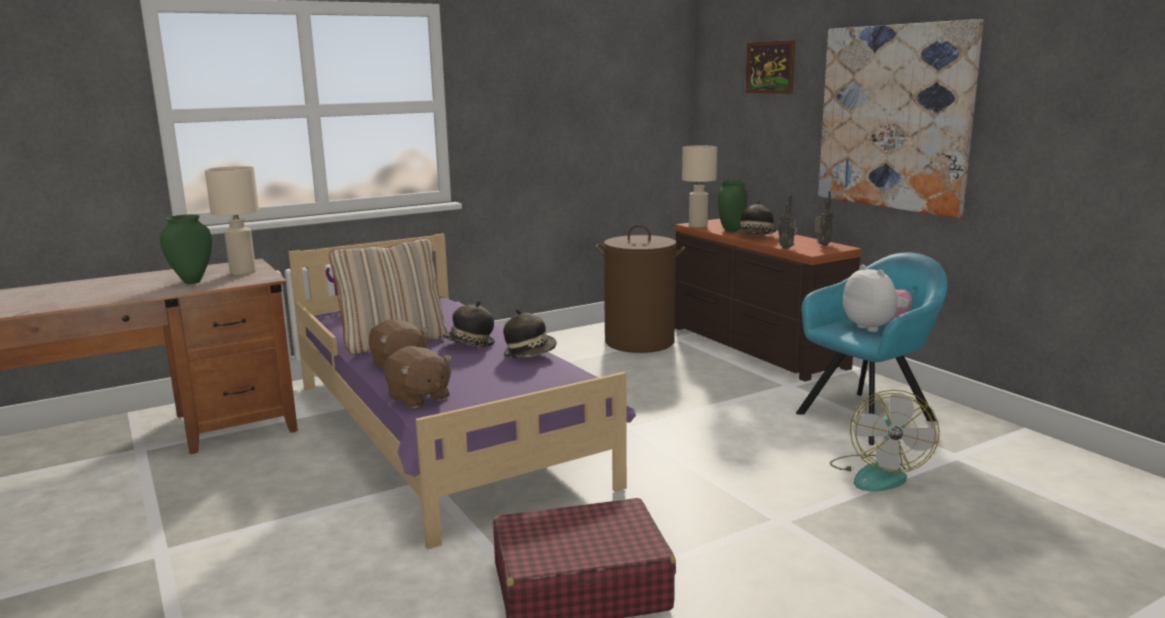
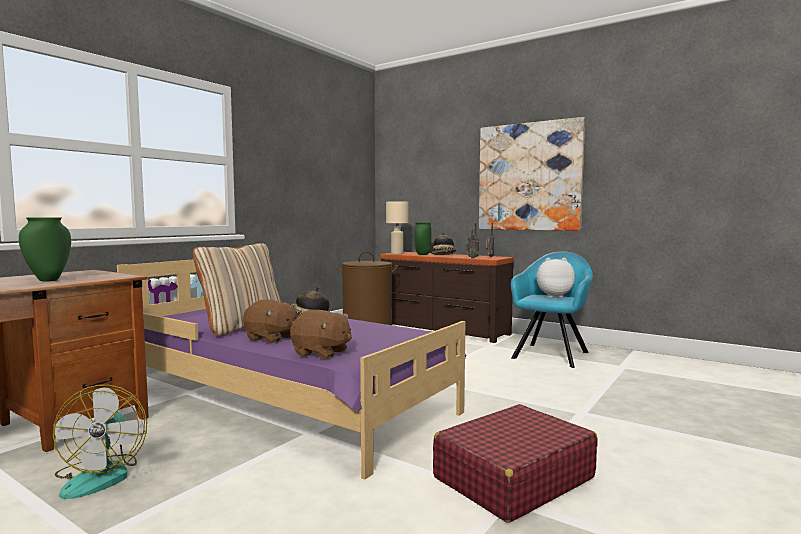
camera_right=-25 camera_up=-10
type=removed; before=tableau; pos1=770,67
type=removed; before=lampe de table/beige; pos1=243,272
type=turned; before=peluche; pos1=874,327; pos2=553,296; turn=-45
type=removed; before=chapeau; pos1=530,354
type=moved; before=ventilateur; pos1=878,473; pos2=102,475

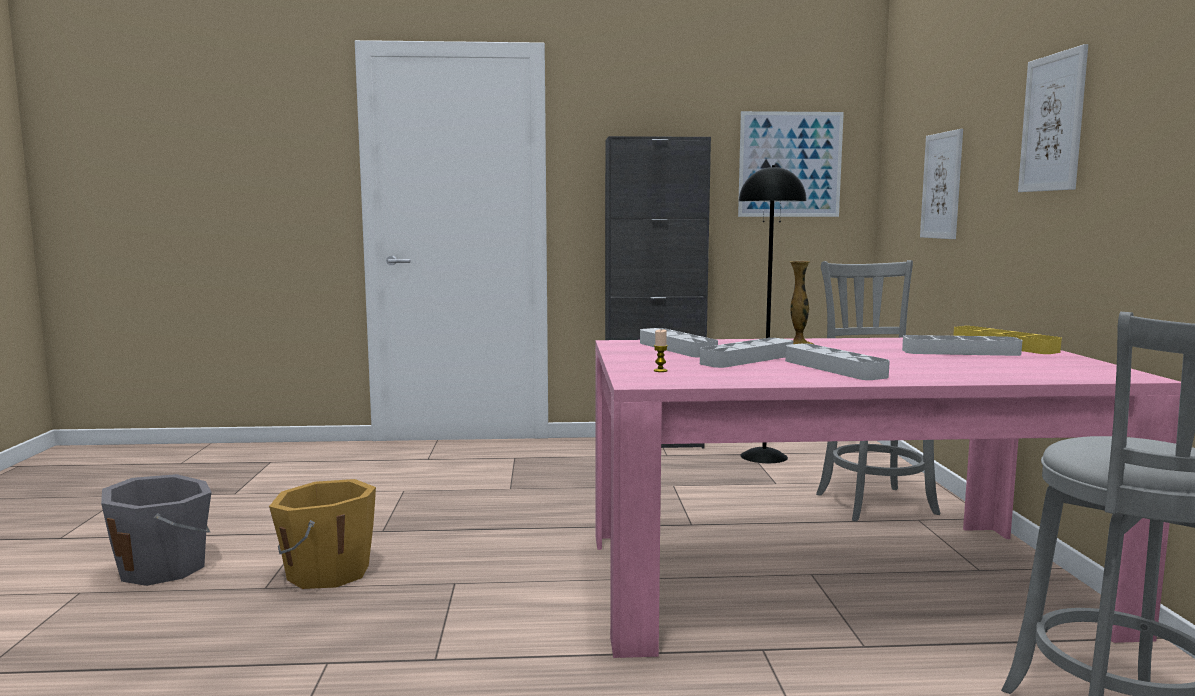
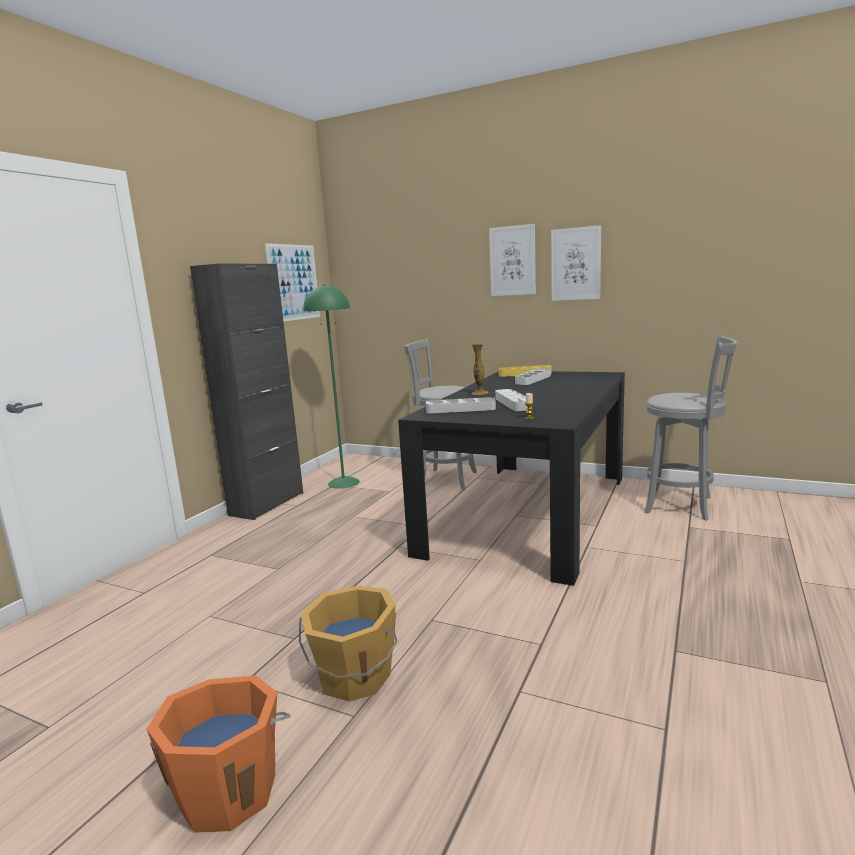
camera_right=-60 camera_up=5
type=moved; before=tableau; pos1=942,185; pos2=575,264
type=recoloured; before=lampadaire/noir; after=lampadaire/vert; pos1=764,456; pos2=344,482
type=recoloured; before=table à manger/rose; after=table à manger/noir; pos1=836,582; pos2=529,513
type=removed; before=plateau/gris; pos1=834,368
type=recoloured; before=seau/gris; after=seau/orange; pos1=165,568; pos2=229,790

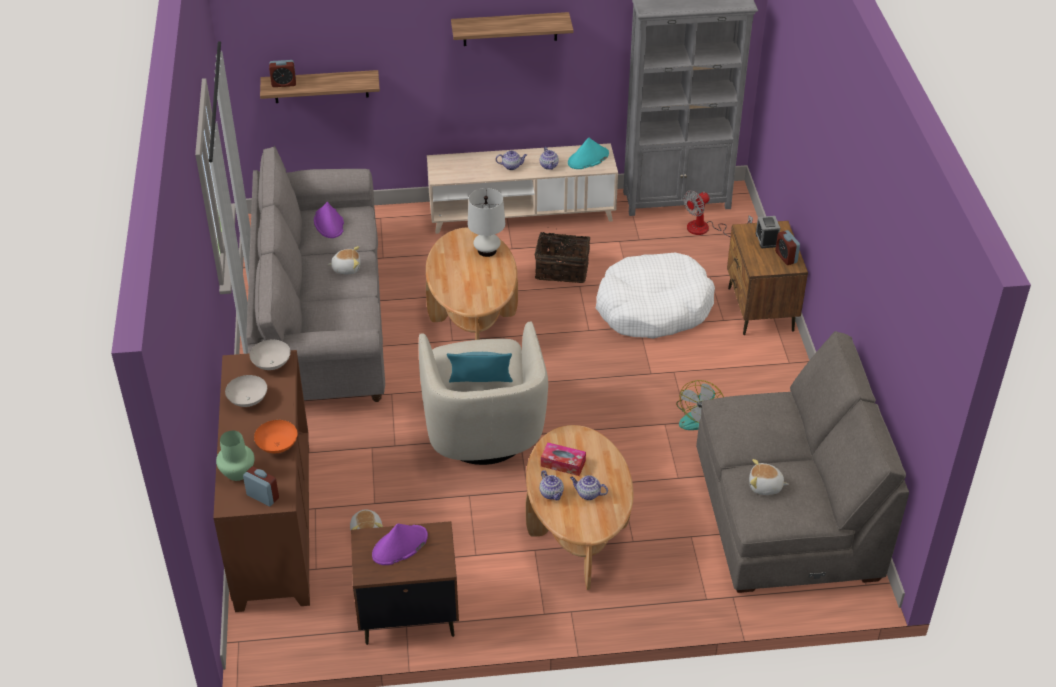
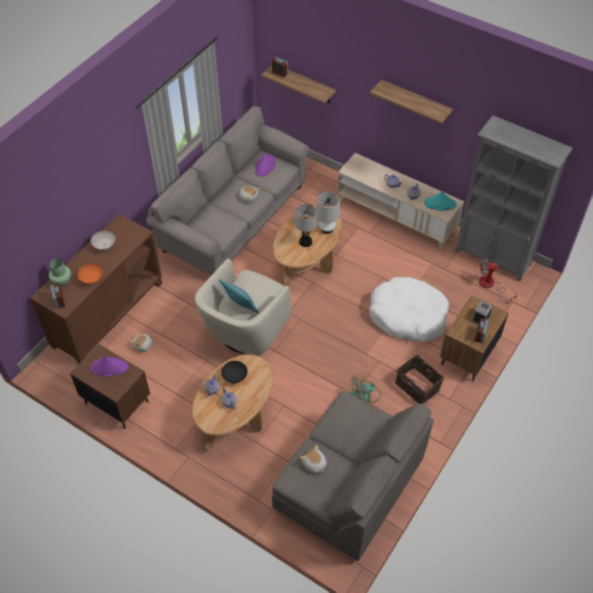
camera_right=40 camera_up=10
type=moved; before=panier; pos1=562,269; pos2=418,385
type=removed; before=bol/blanc; pos1=271,364
type=replaced; before=boîte à mouchoirs; after=bol/noir; pos1=563,463; pos2=235,377
type=added; after=lampe de table; pos2=305,242

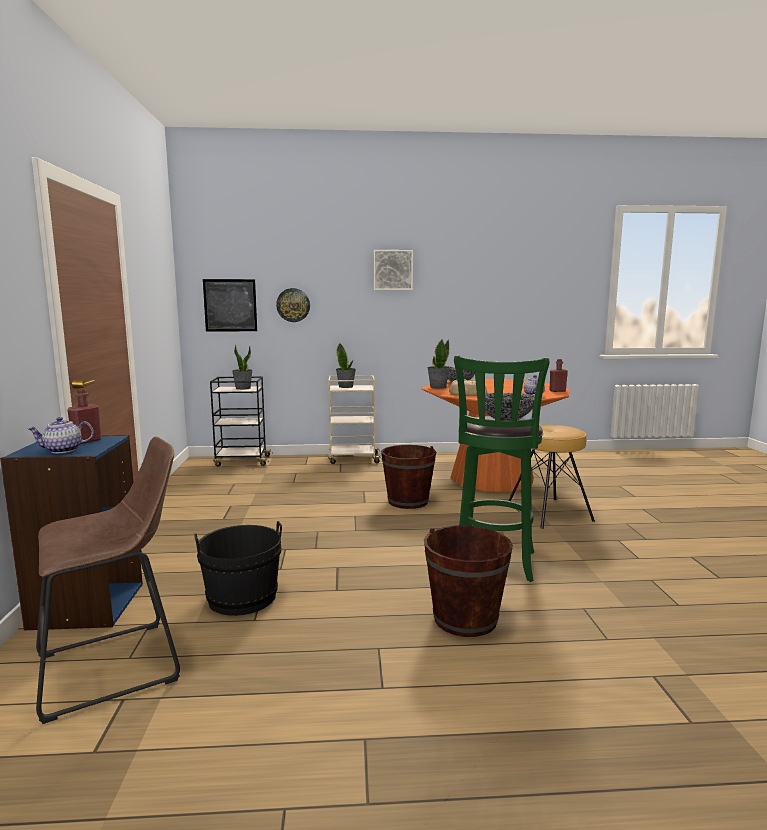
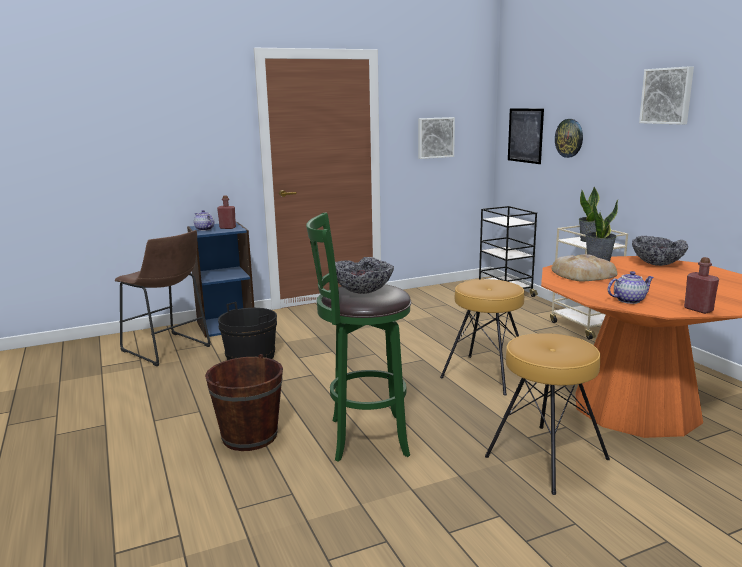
camera_right=70 camera_up=5
type=removed; before=plante en pot; pos1=243,388
type=replaced; before=seau/marron; after=tabouret/marron; pos1=408,501; pos2=486,374
type=added; after=tableau; pos2=435,137

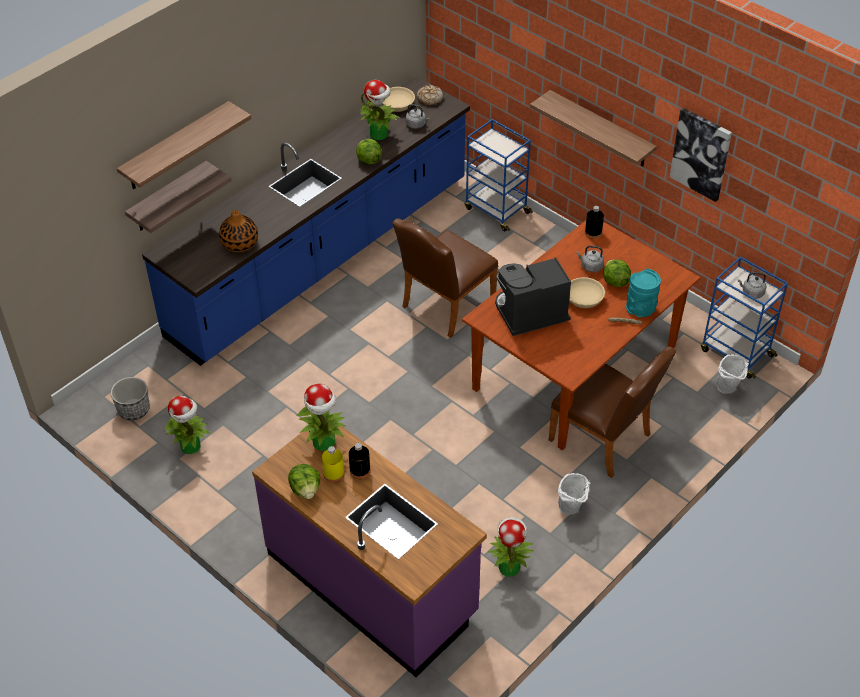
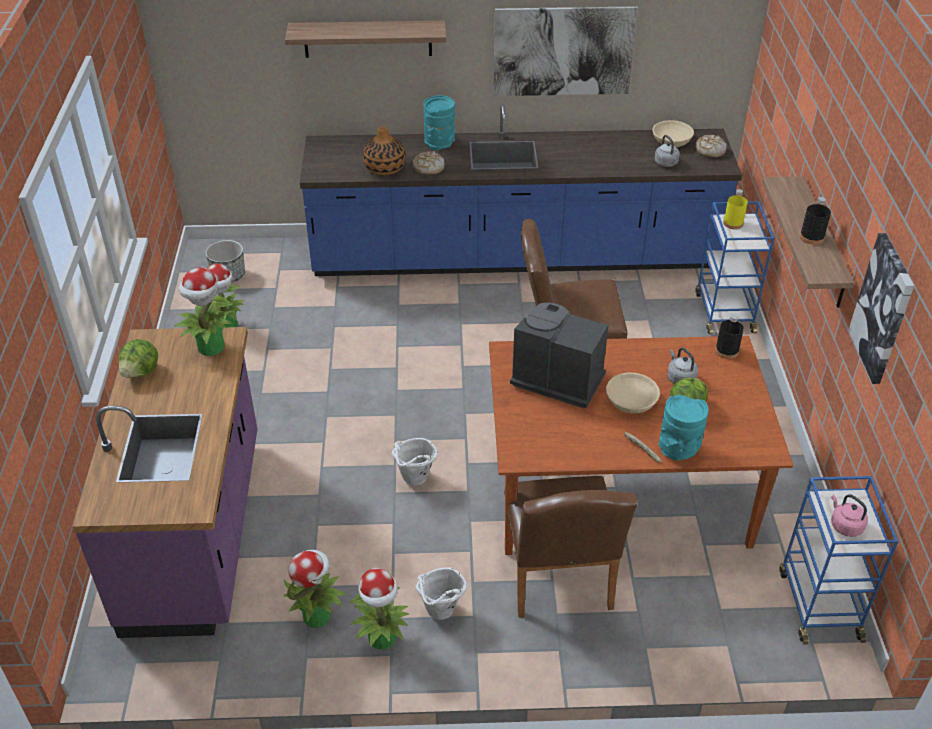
camera_right=45 camera_up=-5
type=moved; before=plante en pot; pos1=379,134; pos2=383,638
type=removed; before=laitue; pos1=368,160
type=removed; before=étagère; pos1=168,198
type=recoloured; before=bouilloire/gris; after=bouilloire/rose; pos1=751,293; pos2=845,525
type=moved; before=seau/blanc; pos1=728,389; pos2=414,481
type=moved; before=bouteille/noir; pos1=360,470; pos2=811,237
type=moved; before=bouteille/jaune; pos1=333,474; pos2=733,223
type=added; after=tableau; pos2=563,51
type=added; after=vase/turquoise; pos2=440,142
type=added; after=pain; pos2=428,168

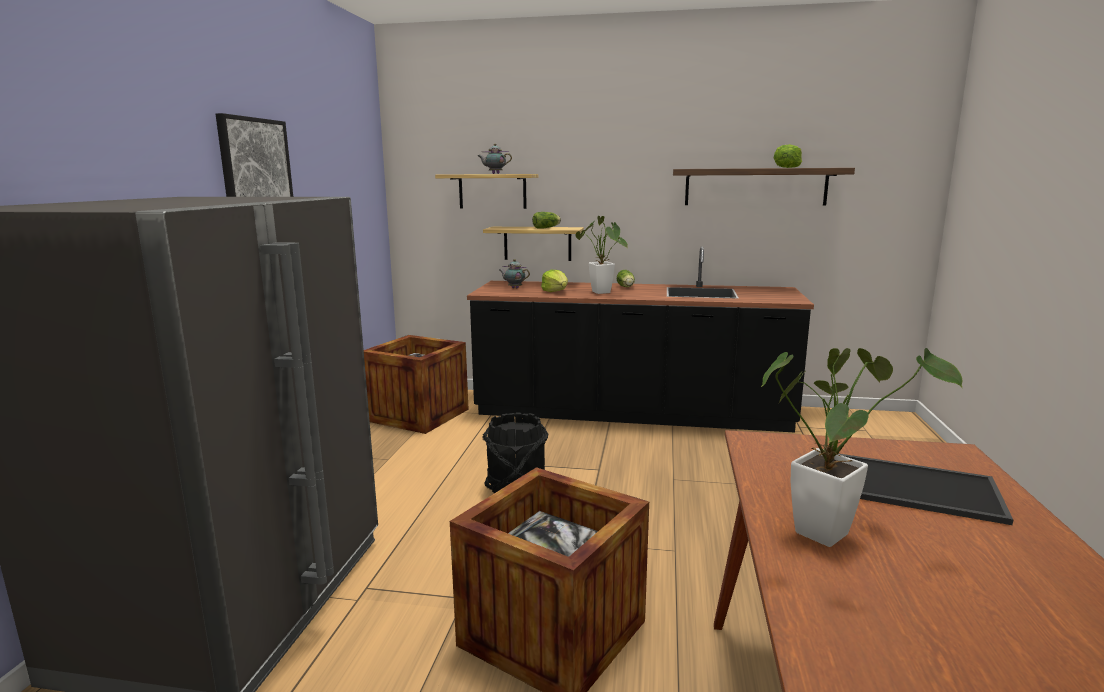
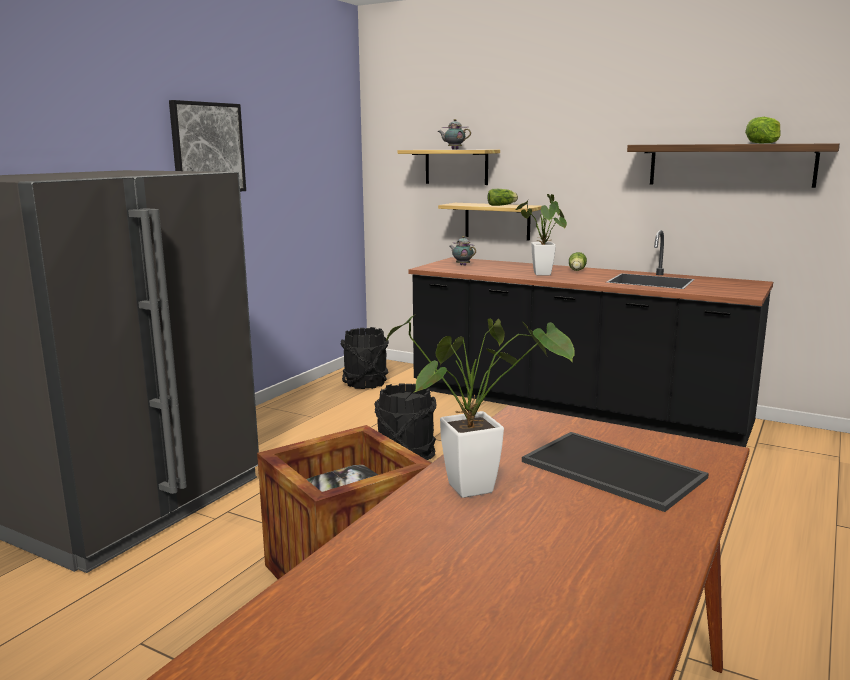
camera_right=20 camera_up=0
type=removed; before=laitue; pos1=555,291
type=replaced; before=caisse; after=seau/noir; pos1=418,415; pos2=365,383

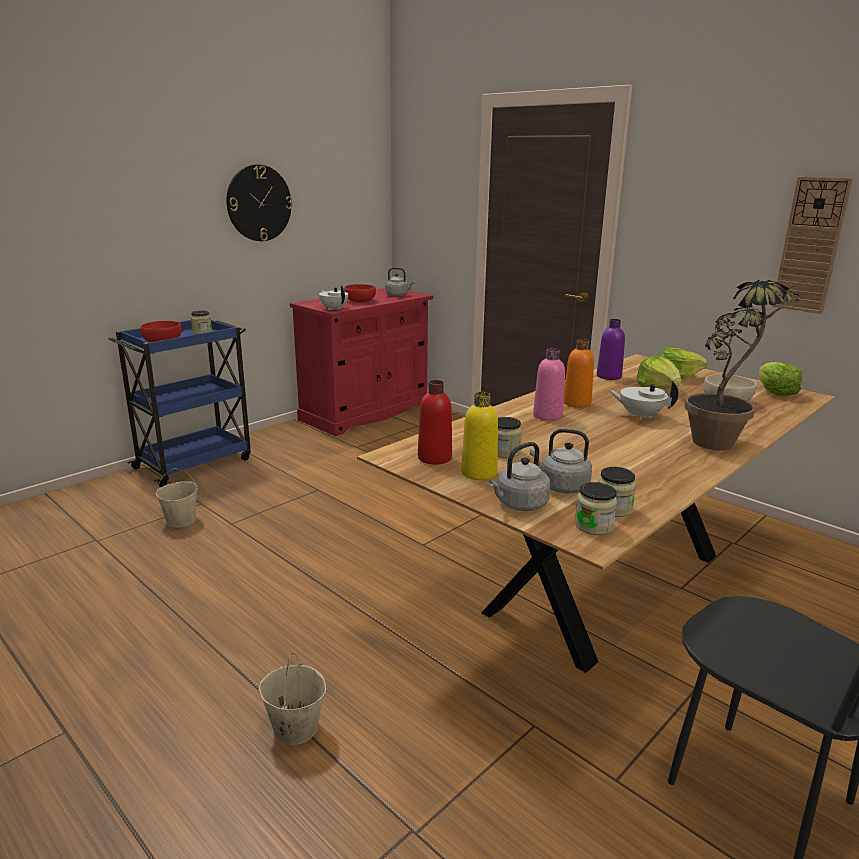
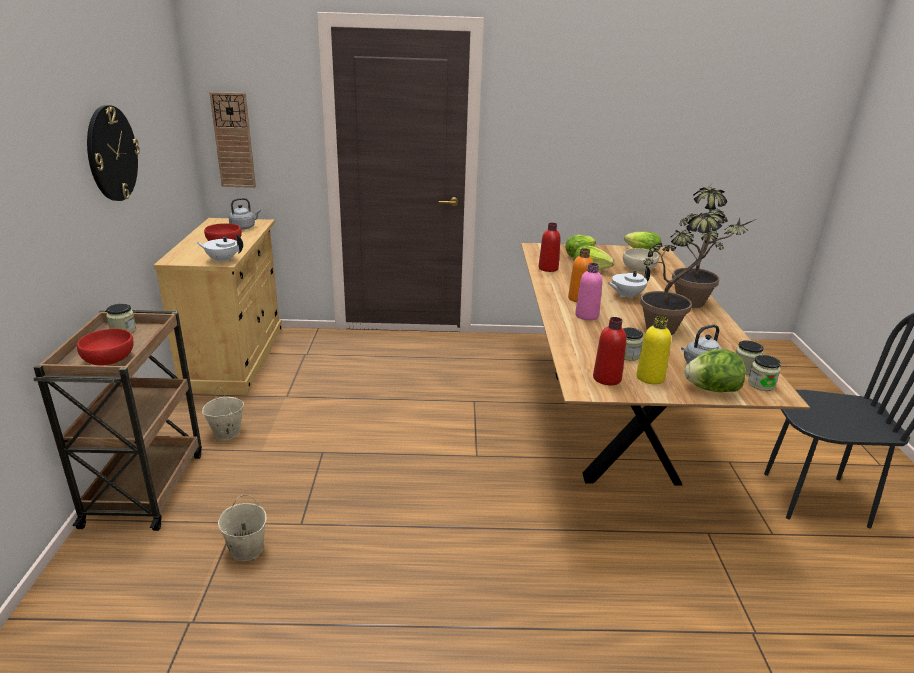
camera_right=-45 camera_up=5
type=moved; before=horloge murale; pos1=811,245; pos2=233,140
type=recoloured; before=meuble de rangement/rouge; after=meuble de rangement/beige; pos1=366,412; pos2=235,358
type=recoloured; before=chariot/bleu; after=chariot/marron; pos1=195,463; pos2=146,487
type=recoloured; before=bouteille/violet; after=bouteille/rouge; pos1=609,376; pos2=548,268
type=replaced; before=bouilloire/gris; after=laitue; pos1=519,505; pos2=711,389
type=moved; before=seau/beige; pos1=295,728; pos2=226,433
type=added; after=plante en pot; pos2=672,330

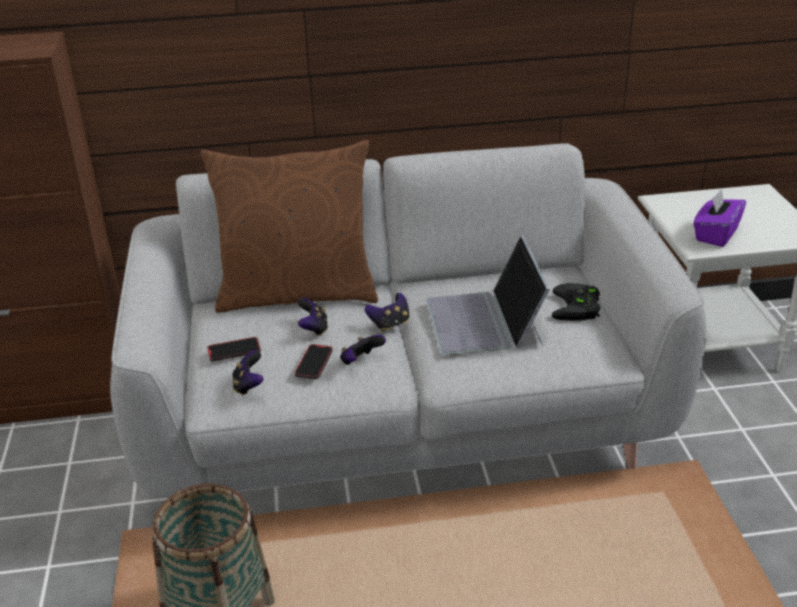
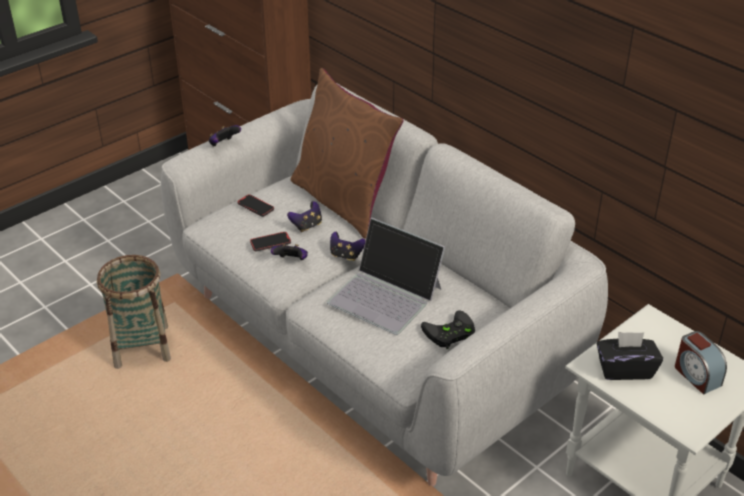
camera_right=55 camera_up=5
type=recoloured; before=boîte à mouchoirs/violet; after=boîte à mouchoirs/noir; pos1=715,234; pos2=625,369
type=turned; before=ordinateur portable; pos1=485,321; pos2=386,295; turn=-105
type=moved; before=manette; pos1=249,386; pos2=224,144
type=added; after=réveil; pos2=696,375

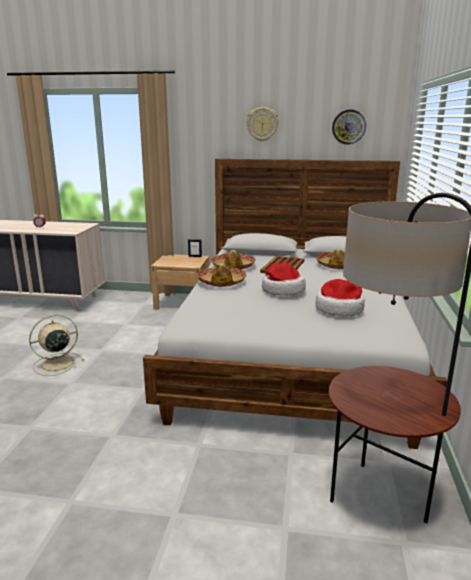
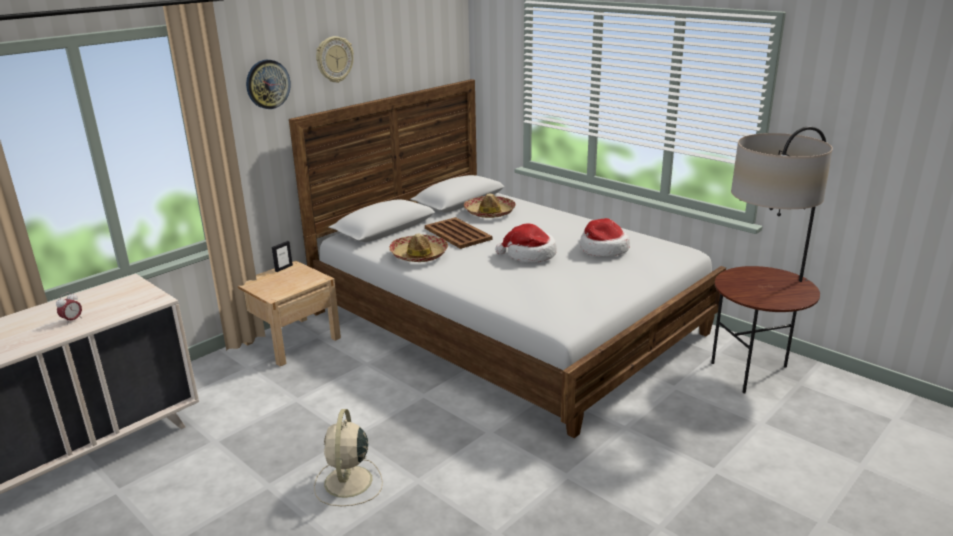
camera_right=-55 camera_up=5
type=moved; before=horloge murale; pos1=348,127; pos2=267,84
type=removed; before=chapeau; pos1=221,282

